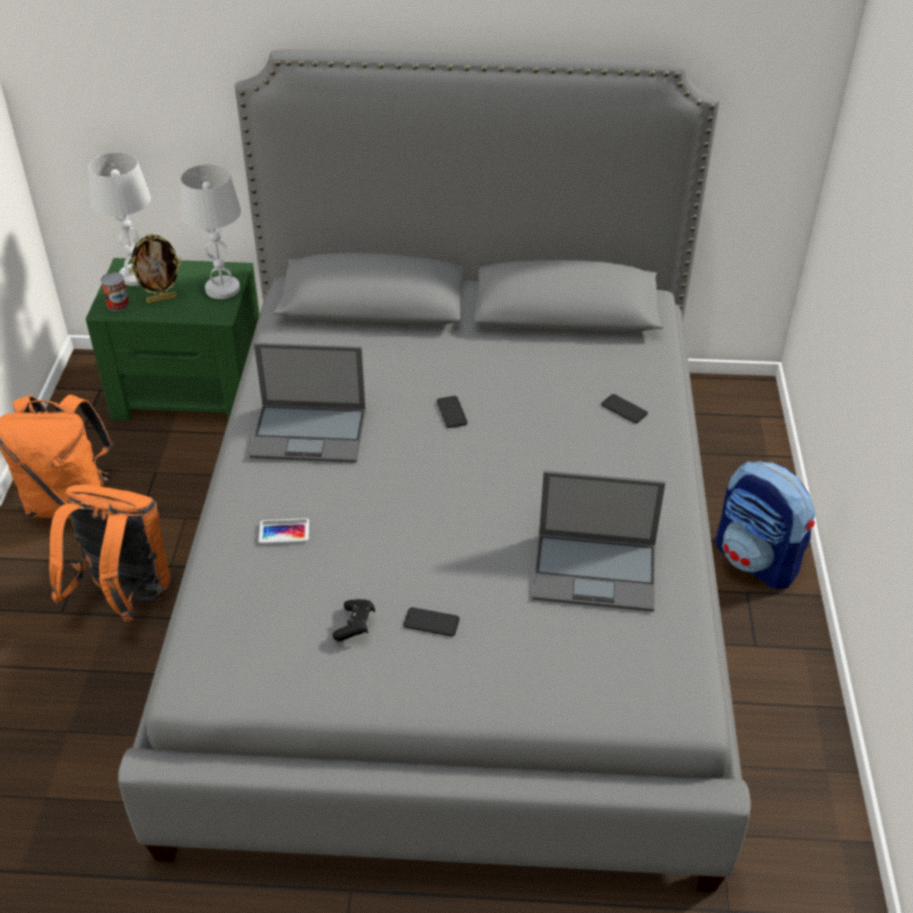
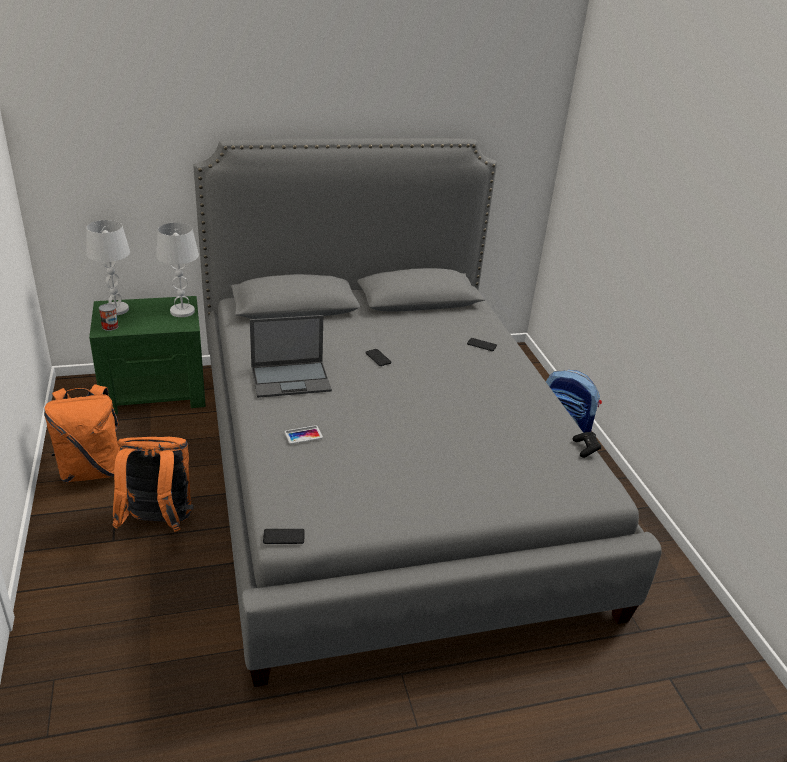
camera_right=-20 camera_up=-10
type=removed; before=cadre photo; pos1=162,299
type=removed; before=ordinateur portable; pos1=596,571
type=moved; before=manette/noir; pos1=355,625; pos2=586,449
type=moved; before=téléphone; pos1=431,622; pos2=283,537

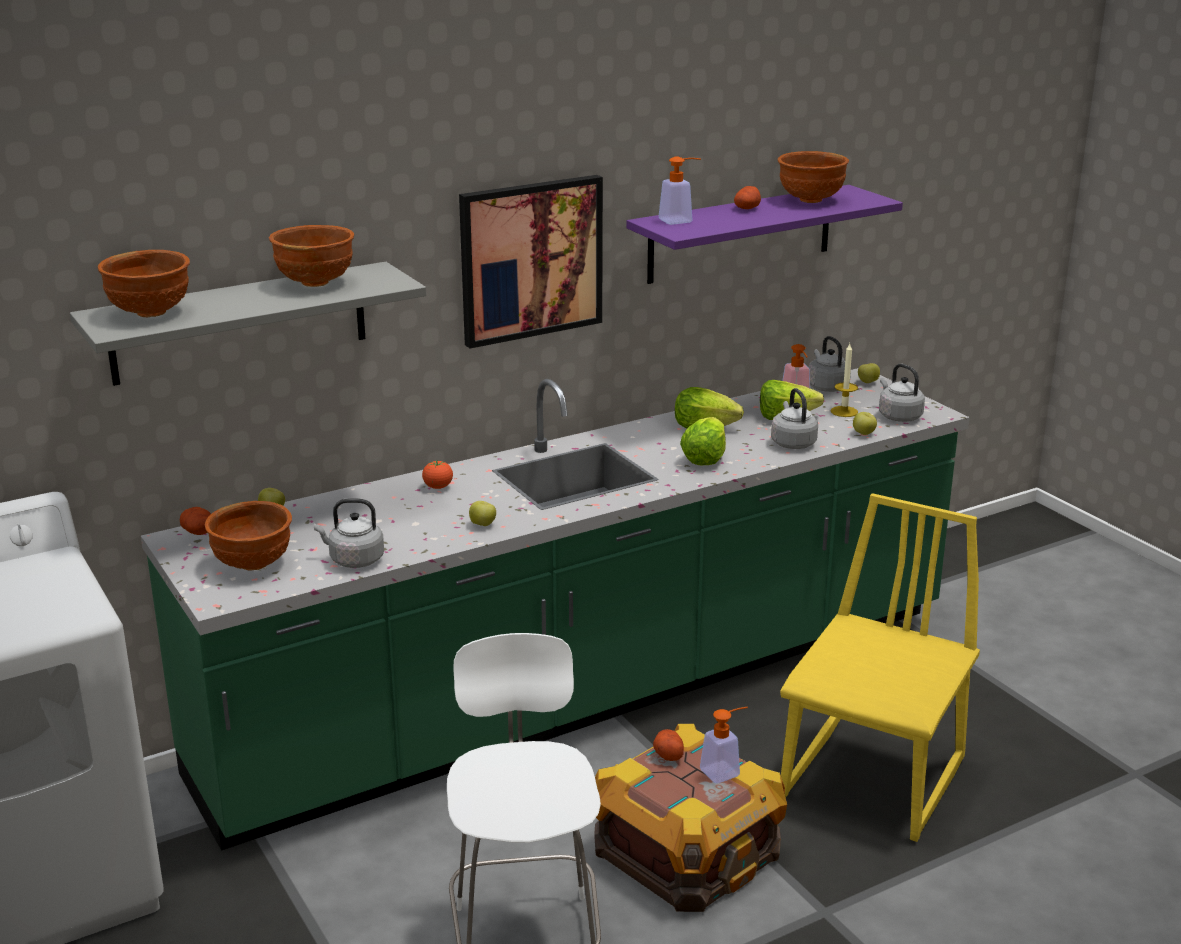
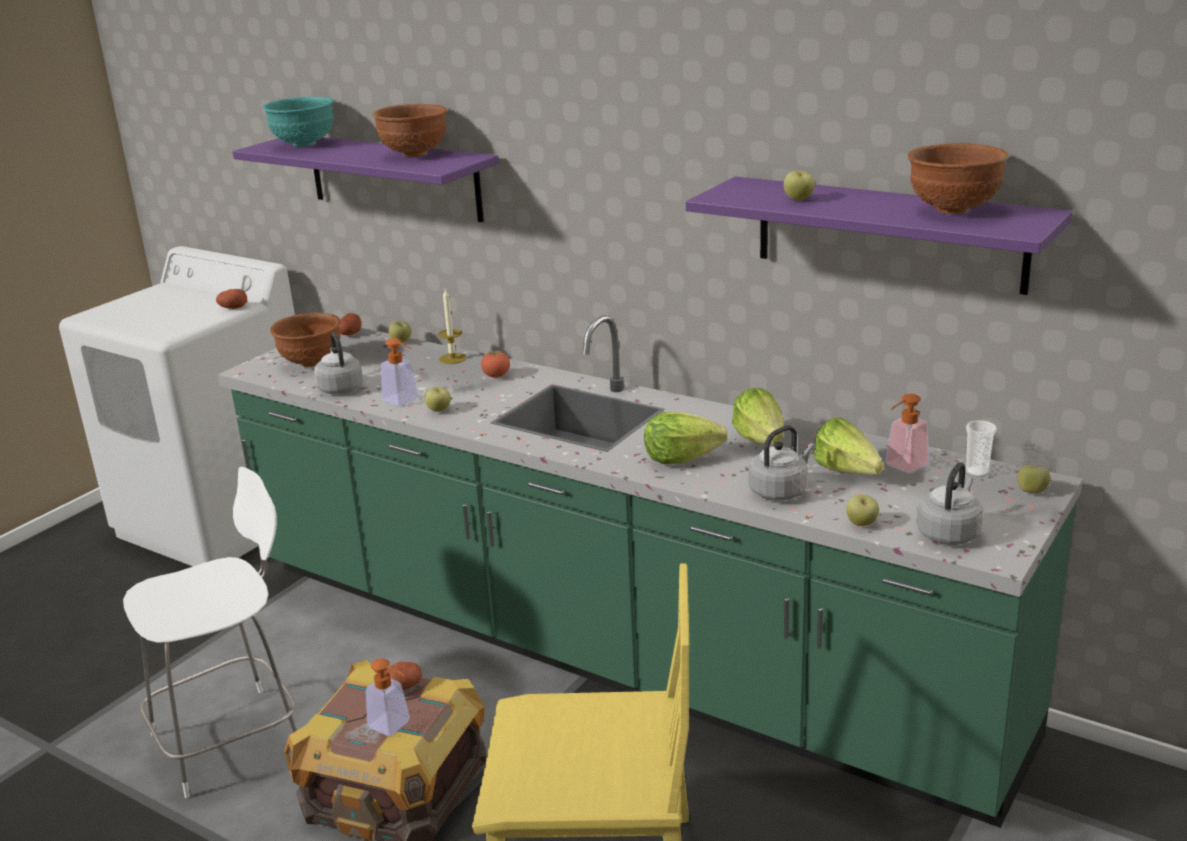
camera_right=65 camera_up=0
type=moved; before=distributeur de savon; pos1=681,220; pos2=404,401
type=removed; before=tableau; pos1=530,259
type=moved; before=pomme de terre; pos1=747,208; pos2=232,307
type=recoloured; before=bol/marron; after=bol/turquoise; pos1=150,313; pos2=303,144
type=recoloured; before=étagère/gris; after=étagère/violet; pos1=239,323; pos2=394,177
type=replaced; before=bouilloire/gris; after=tasse; pos1=826,386; pos2=977,472
type=moved; before=bougie; pos1=844,411; pos2=452,358
type=added; after=pomme; pos2=798,200

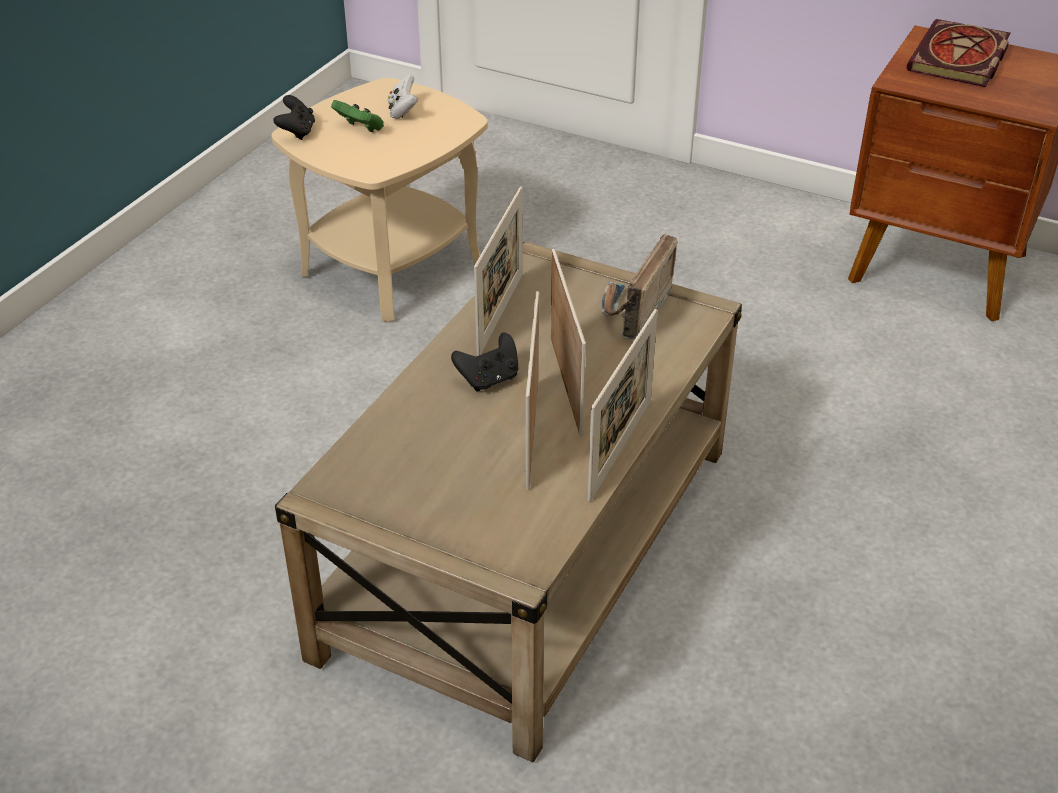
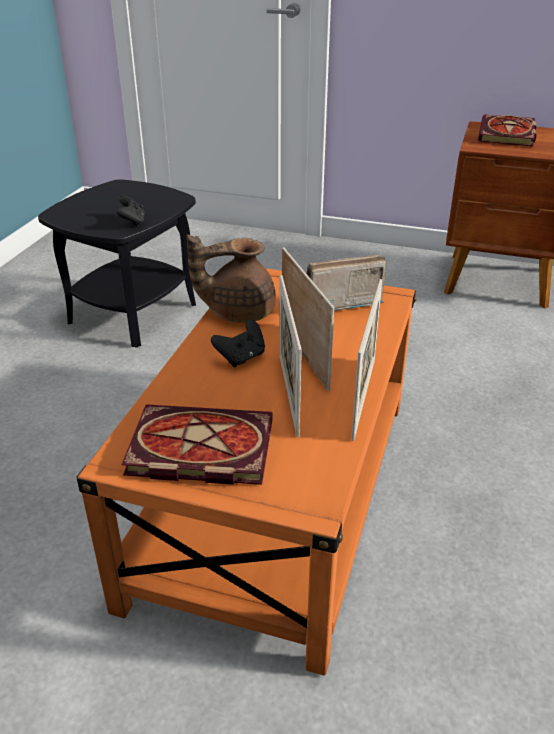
camera_right=-10 camera_up=-5
type=removed; before=manette/blanc; pos1=403,111
type=recoloured; before=table d'appoint/beige; after=table d'appoint/noir; pos1=391,268; pos2=133,313
type=moved; before=manette/noir; pos1=297,132; pos2=132,222
type=removed; before=manette/vert; pos1=360,129
type=replaced; before=cadre photo; after=théière/marron; pos1=500,313; pos2=238,312
type=turned; before=radio; pos1=632,312; pos2=337,302; turn=60
type=recoloured; before=table basse/beige; after=table basse/orange; pos1=529,550; pos2=277,496
type=added; after=livre; pos2=196,450

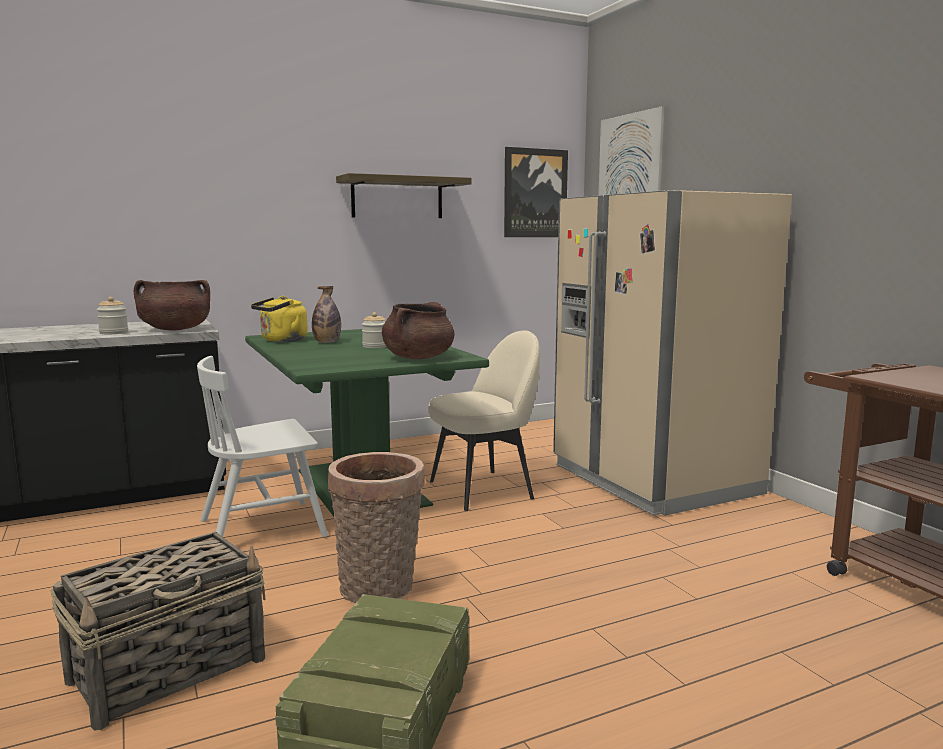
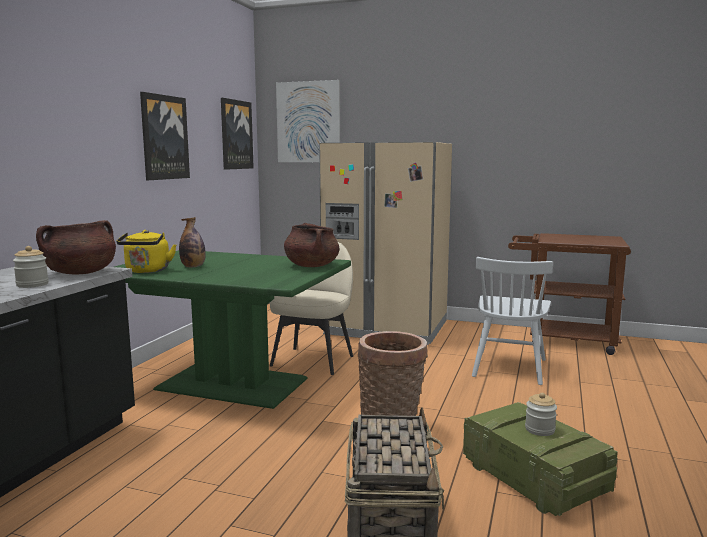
camera_right=-45 camera_up=0
type=replaced; before=étagère; after=tableau; pos1=397,198; pos2=164,137
type=moved; before=bocal; pos1=375,346; pos2=539,429
type=moved; before=chaise/blanc; pos1=263,528; pos2=509,367

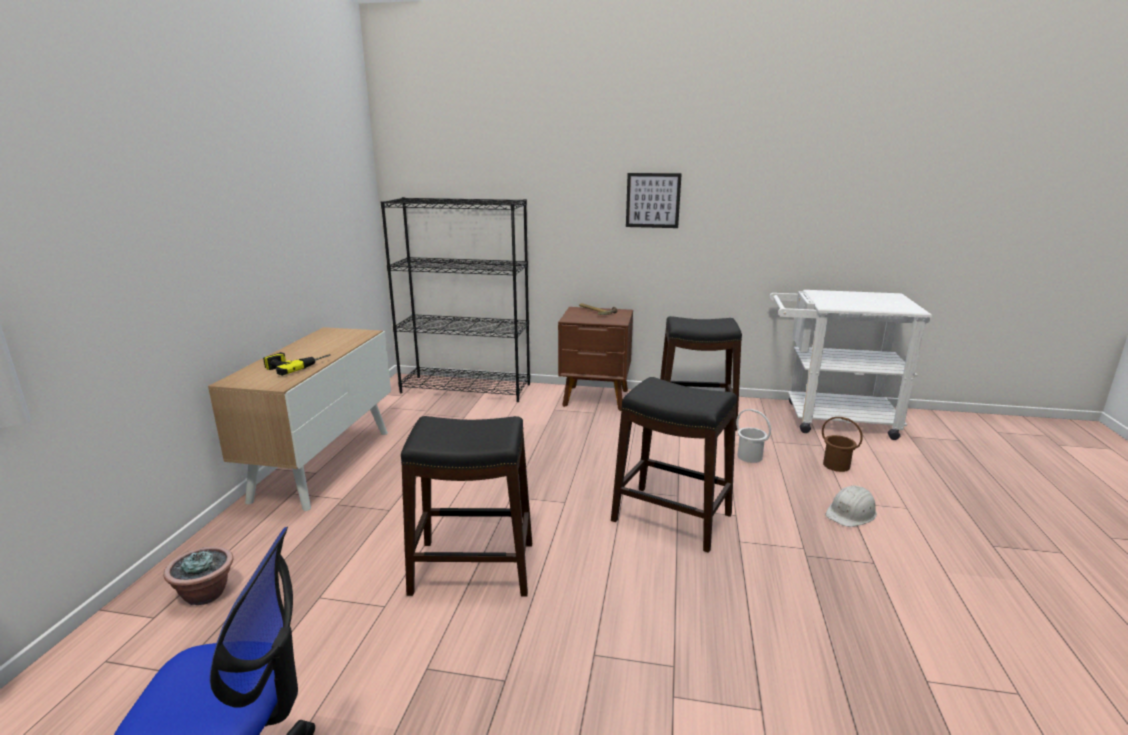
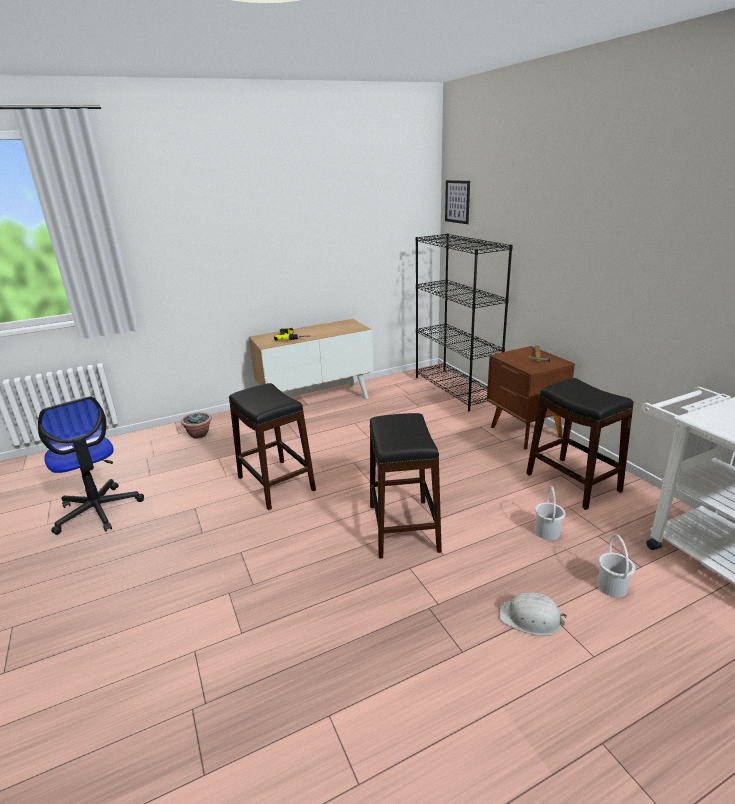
camera_right=55 camera_up=5
type=moved; before=tableau; pos1=653,200; pos2=457,201
type=recoloured; before=seau/marron; after=seau/blanc; pos1=836,465; pos2=612,586

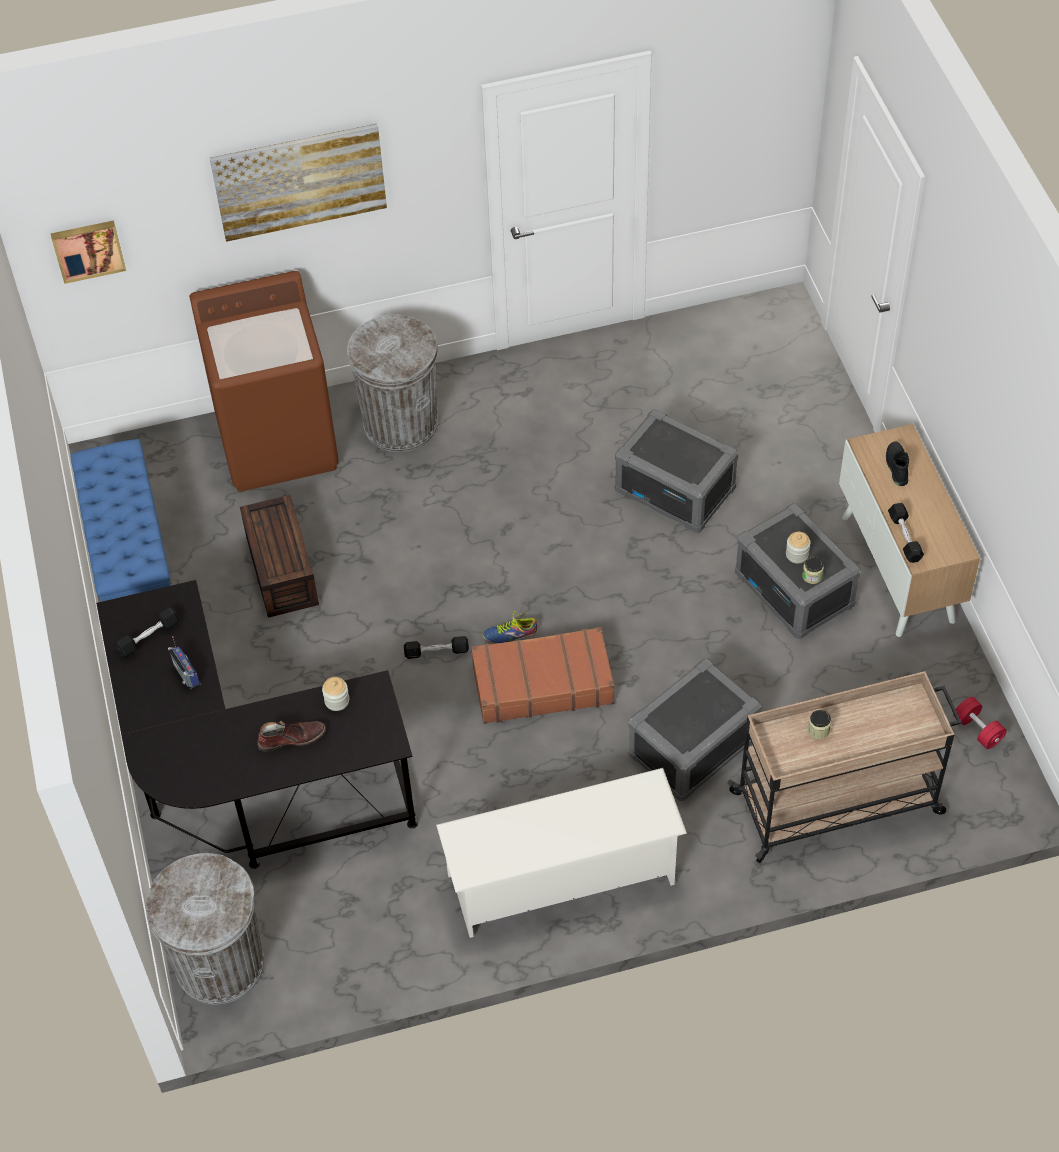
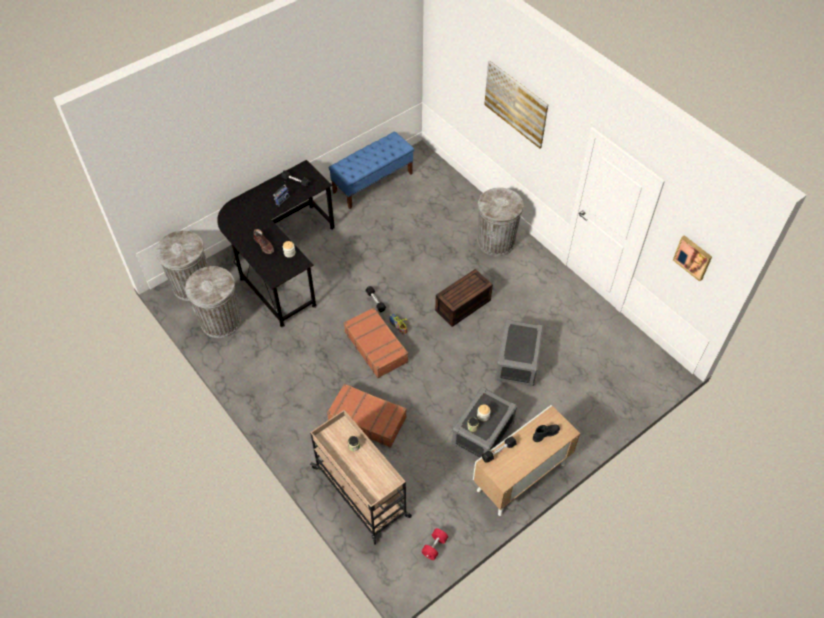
camera_right=65 camera_up=0
type=moved; before=tableau; pos1=88,249; pos2=693,257
type=removed; before=lave-linge/marron; pos1=278,442
type=moved; before=boîte de rangement/marron; pos1=284,572; pos2=463,306
type=replaced; before=boîte de rangement/gris; after=valise/marron; pos1=693,747; pos2=367,419
type=removed; before=étagère à chaussures/blanc; pos1=562,879
type=added; after=poubelle/gris; pos2=221,321

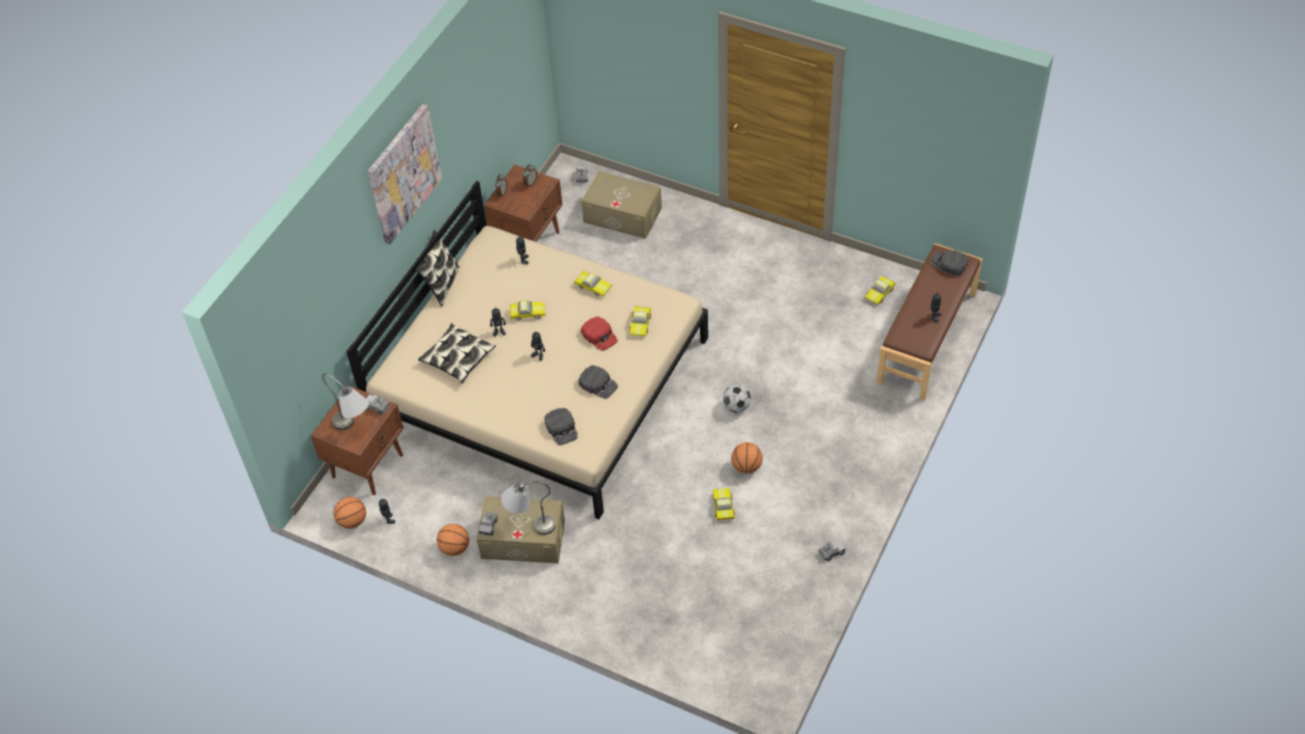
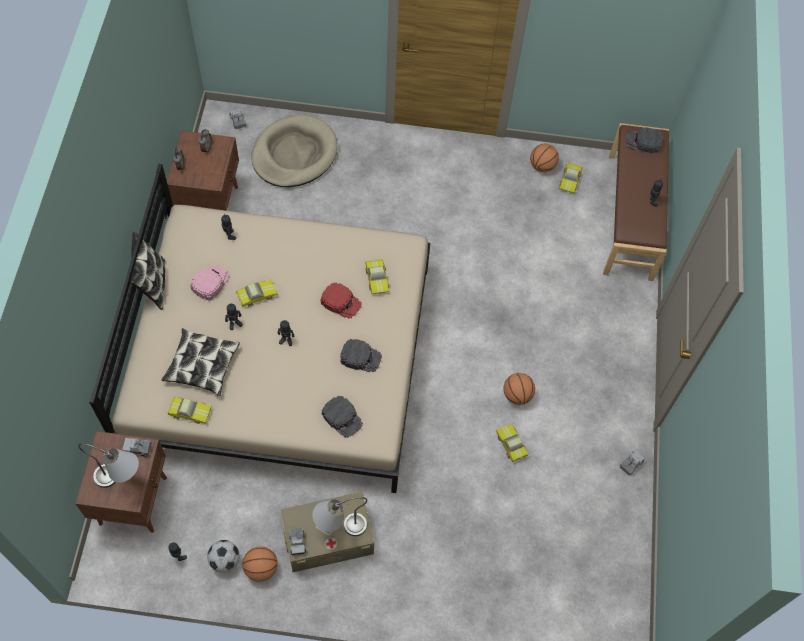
camera_right=-25 camera_up=10
type=removed; before=tableau; pos1=403,173
type=replaced; before=boîte de rangement/beige; after=panier pour chien/beige; pos1=622,215; pos2=294,154
type=moved; before=petite voiture; pos1=593,286; pos2=190,411
type=moved; before=ballon de foot; pos1=736,406; pos2=225,560
type=moved; before=ballon de basket; pos1=352,521; pos2=542,166
type=added; after=casquette/rose; pos2=210,282

